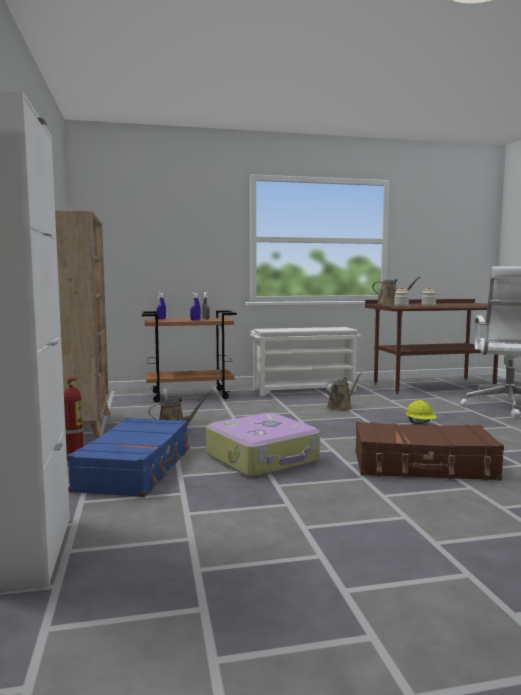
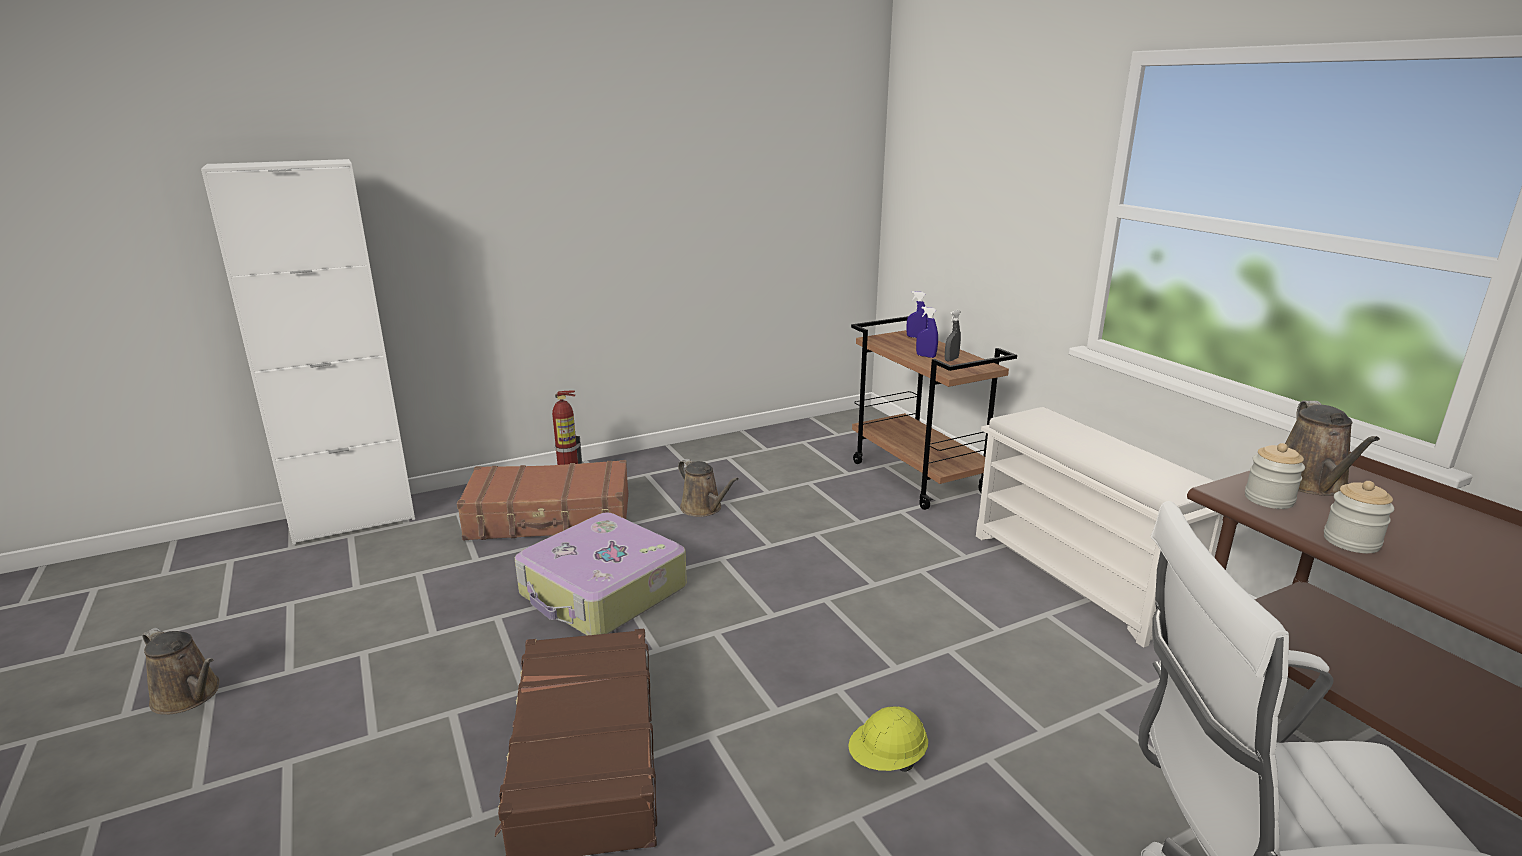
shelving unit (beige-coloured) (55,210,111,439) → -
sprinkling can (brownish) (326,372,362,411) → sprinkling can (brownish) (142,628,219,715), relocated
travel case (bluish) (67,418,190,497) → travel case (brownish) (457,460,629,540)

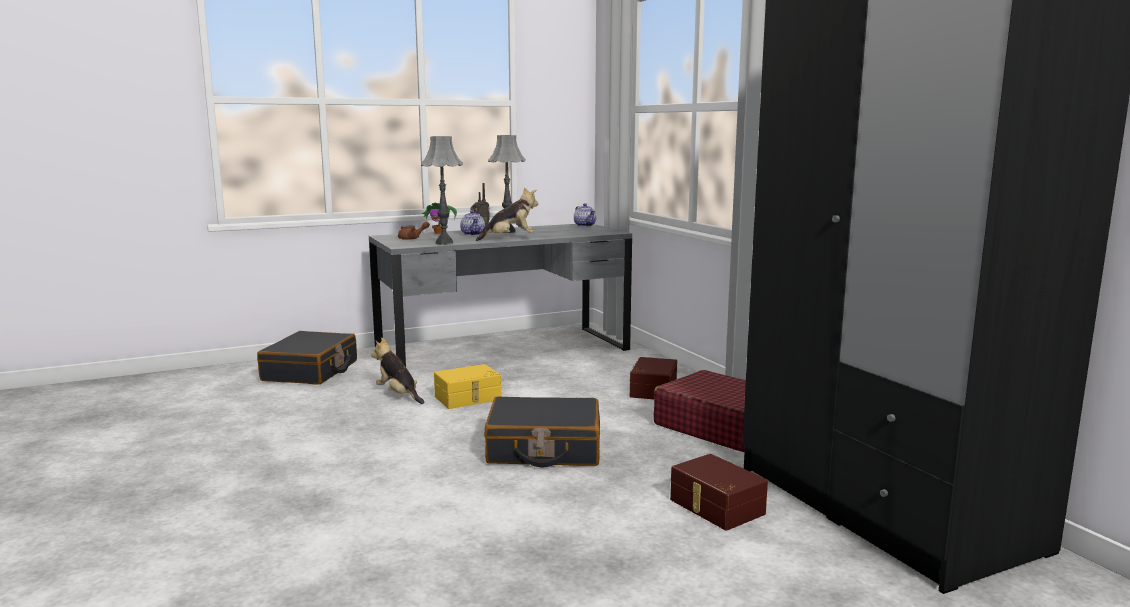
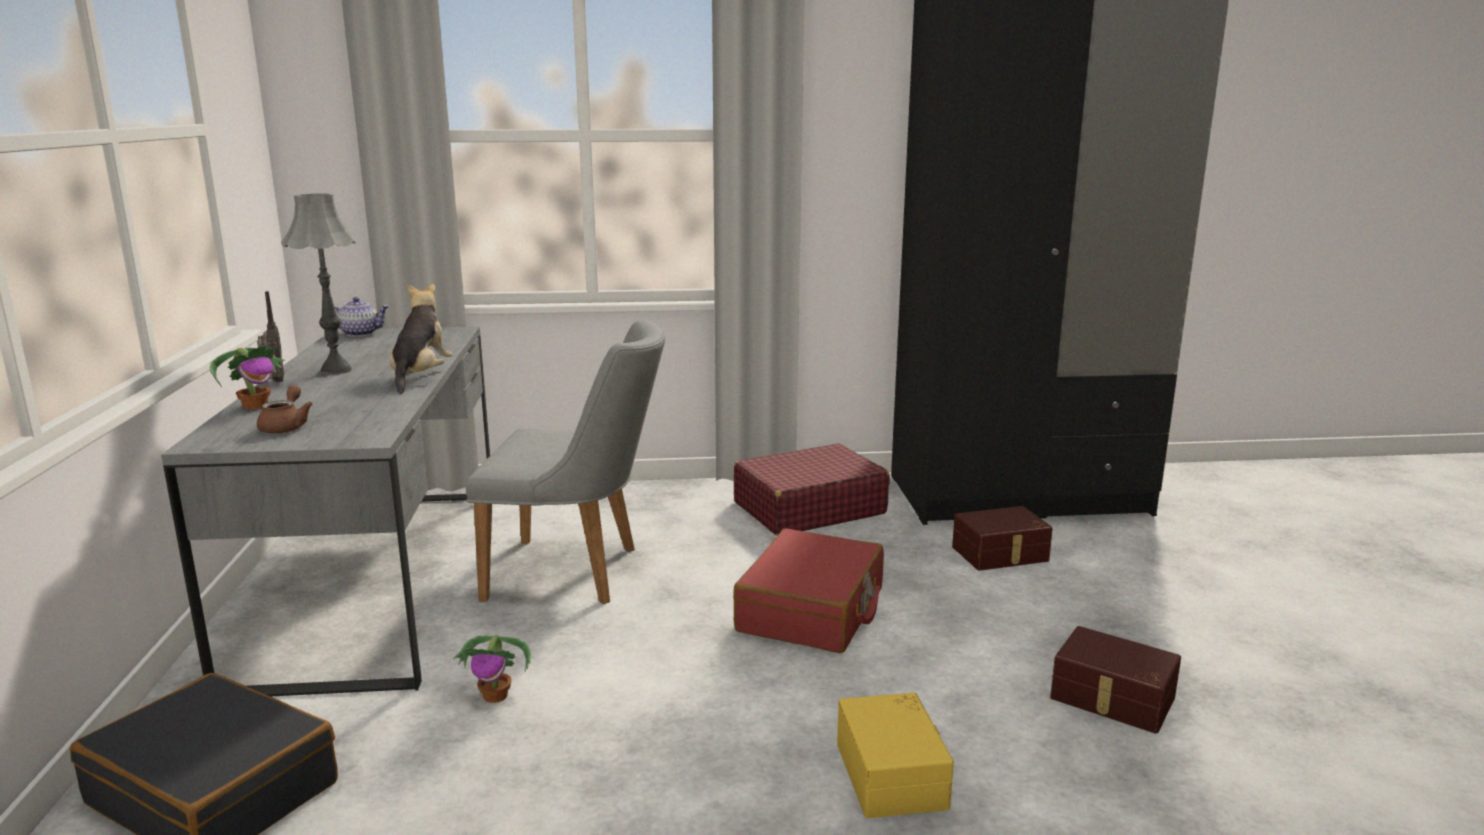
table lamp (gray) (421,136,463,245) → -
tea pot (460,210,485,236) → -
- → chair (gray) (466,320,665,604)
storage box (yellowish) (434,364,501,409) → storage box (yellowish) (837,693,954,818), relocated
storage box (brownish) (630,357,677,399) → storage box (brownish) (1050,626,1181,734), relocated
soft toy (371,338,424,404) → potted plant (453,635,531,703)
travel case (black) (484,396,600,467) → travel case (red) (733,529,884,653)

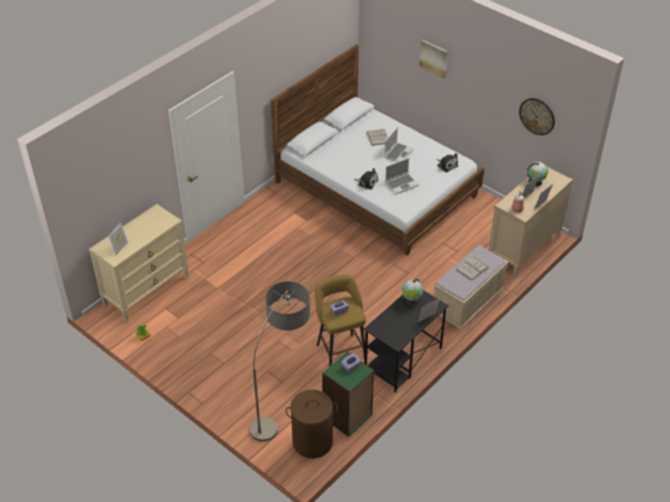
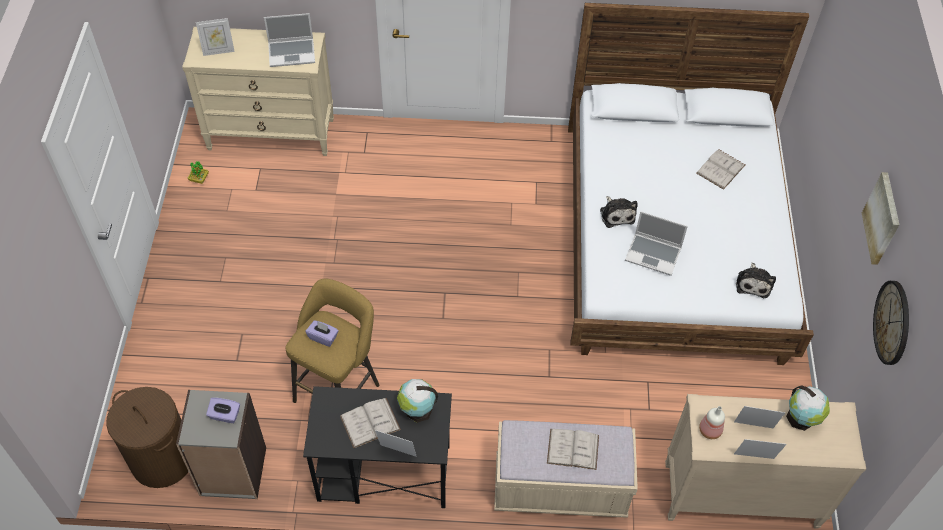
standard lamp (250,281,310,442) → -
- → book (whitish) (340,398,401,448)
laptop (384,127,414,162) → laptop (264,13,315,67), relocated
picture (419,40,448,79) → picture (862,172,899,265), relocated
shelving unit (greenish) (322,351,374,437) → shelving unit (gray) (176,390,266,499)

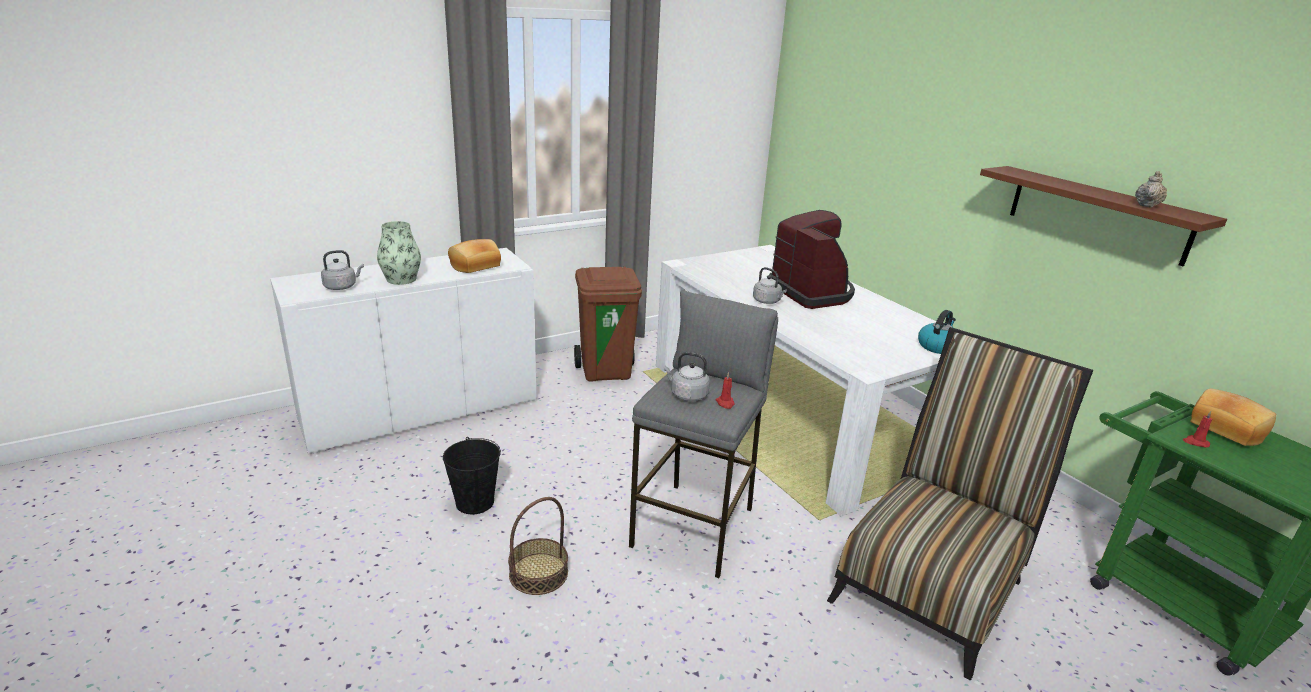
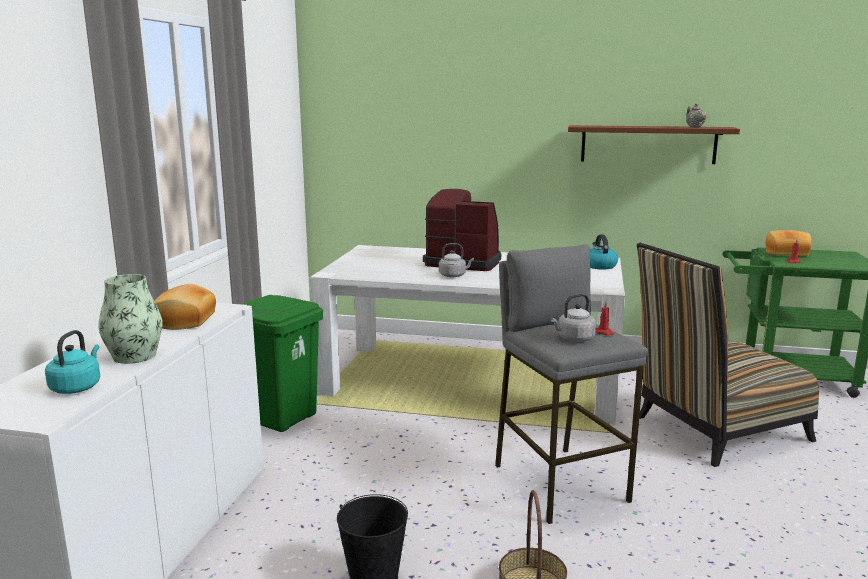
kettle (gray) (321,250,364,290) → kettle (turquoise-coloured) (45,330,100,394)
rubbish bin (brownish) (574,267,642,382) → rubbish bin (greenish) (242,295,323,432)
chair (827,327,1093,680) → chair (637,243,819,467), 105 degrees counterclockwise

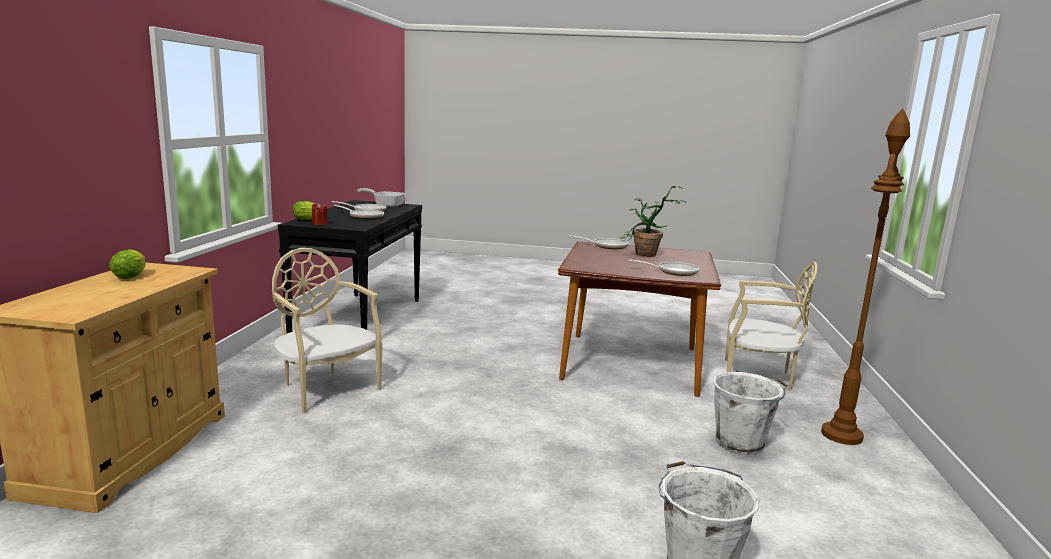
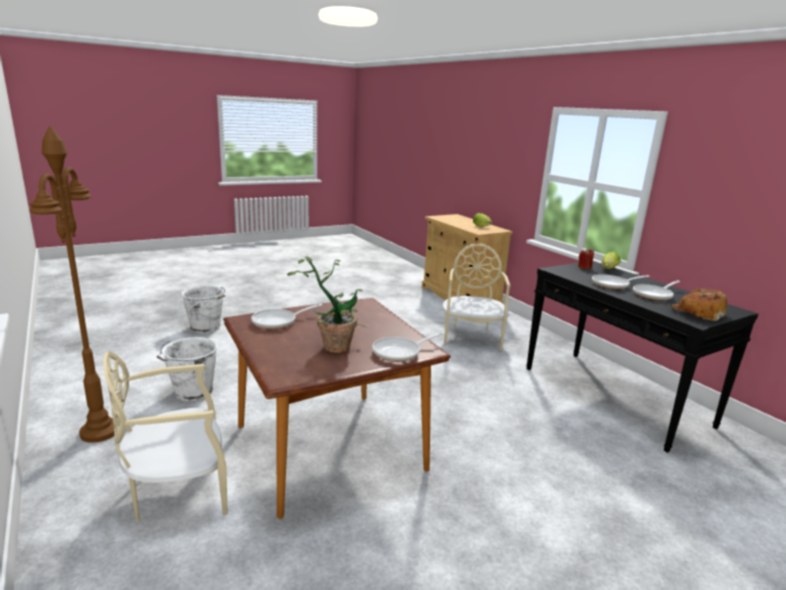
frying pan (357,188,406,207) → baked bread (670,288,727,321)
chair (beige-coloured) (272,248,383,413) → chair (beige-coloured) (442,243,510,351), 90 degrees counterclockwise

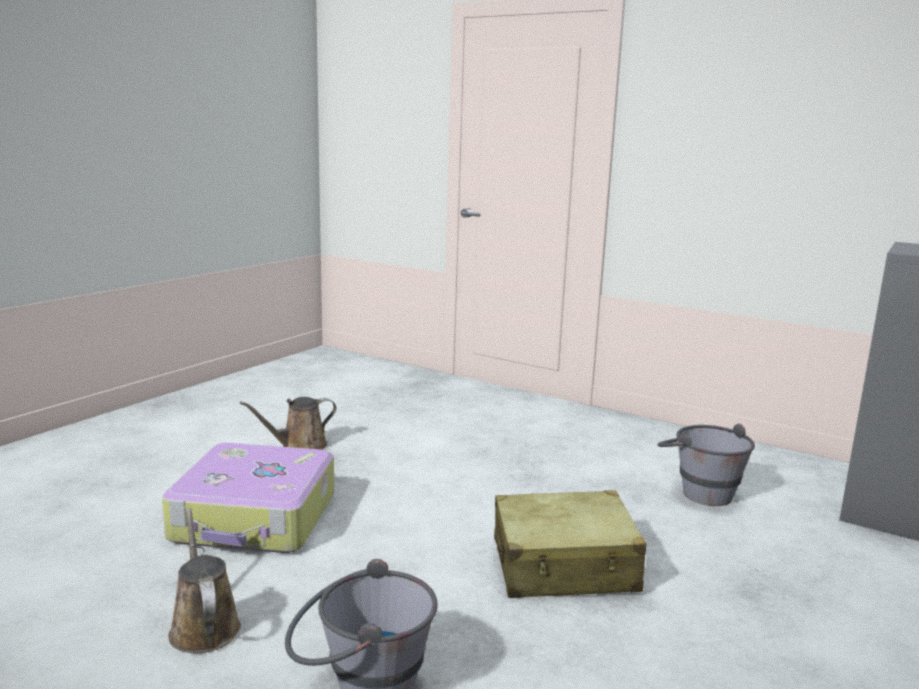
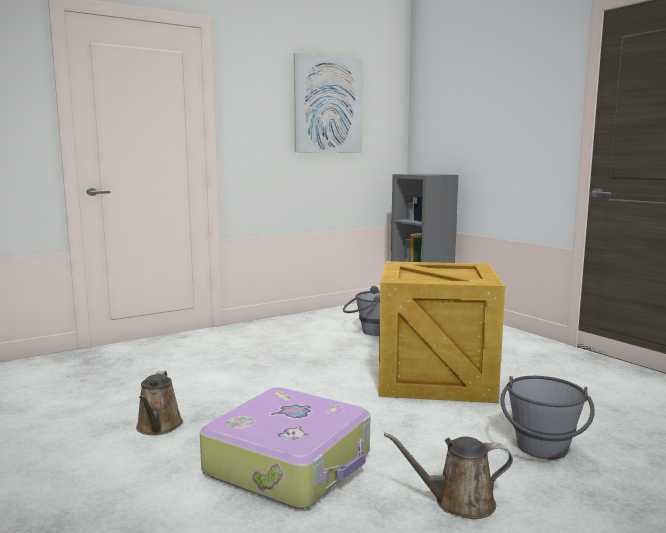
- → picture (294,53,363,153)
travel case (beige-coloured) (494,490,646,598) → packing crate (378,261,505,403)

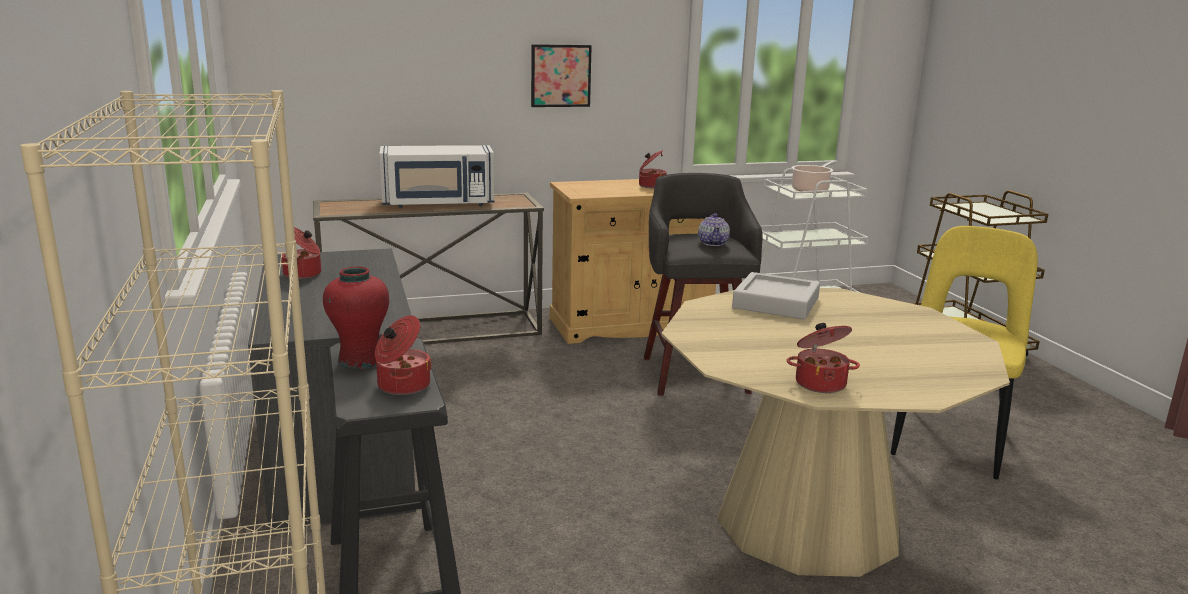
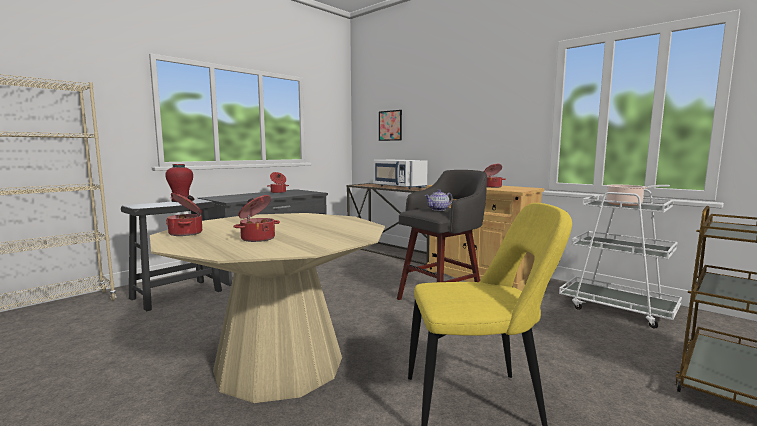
serving tray (gray) (732,272,820,319) → -
saucepot (375,315,432,395) → saucepot (233,195,280,242), relocated
picture (531,44,592,107) → picture (379,110,402,141), relocated

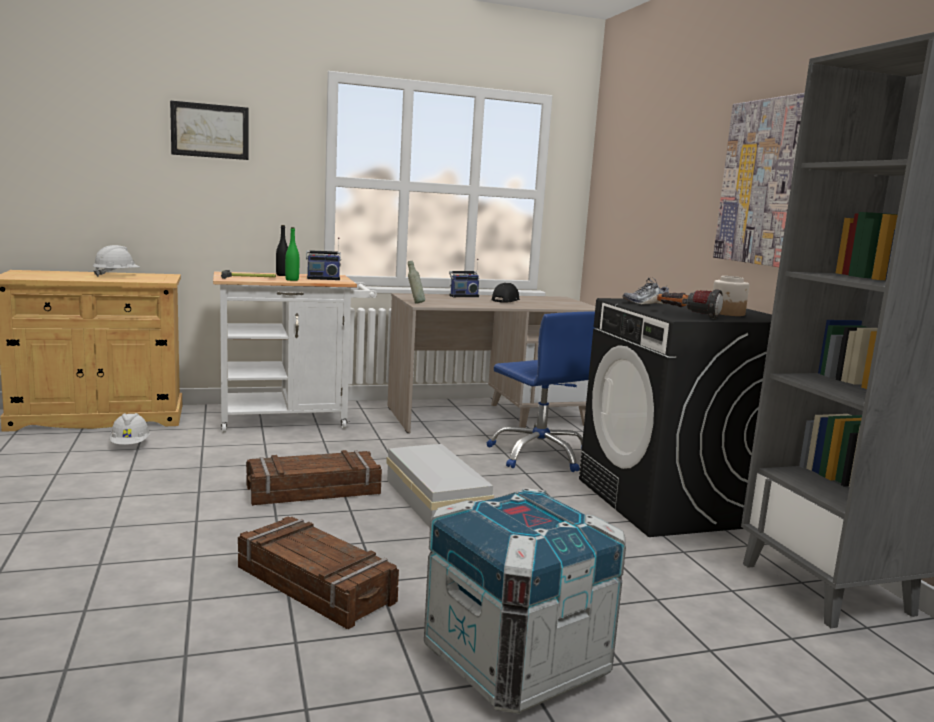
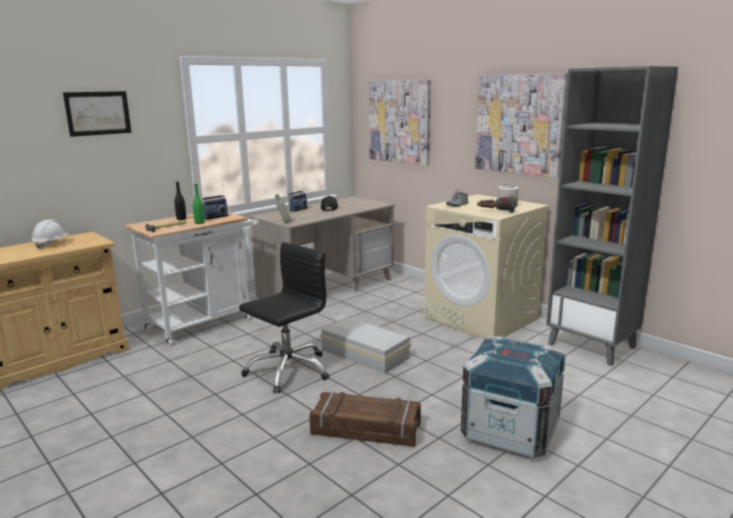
work helmet (whitish) (110,413,150,445) → -
desk chair (bluish) (487,311,595,472) → -
- → picture (369,80,431,166)
packing crate (246,450,382,506) → desk chair (black) (239,242,329,393)
laundry appliance (black) (579,298,772,537) → laundry appliance (beige-coloured) (424,194,550,339)

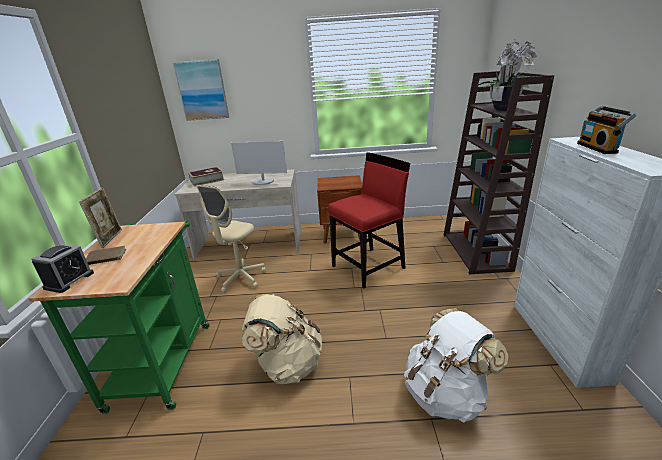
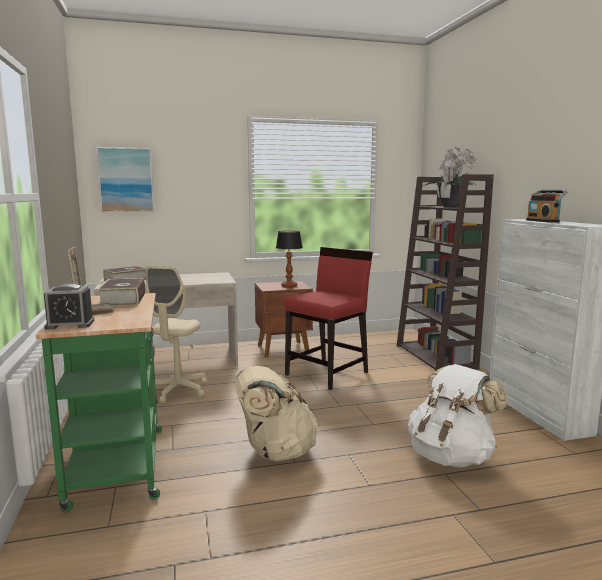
computer screen (231,141,287,185) → -
- → book (97,278,145,306)
- → table lamp (276,231,303,288)
table clock (32,244,94,293) → table clock (44,284,94,330), 75 degrees clockwise

